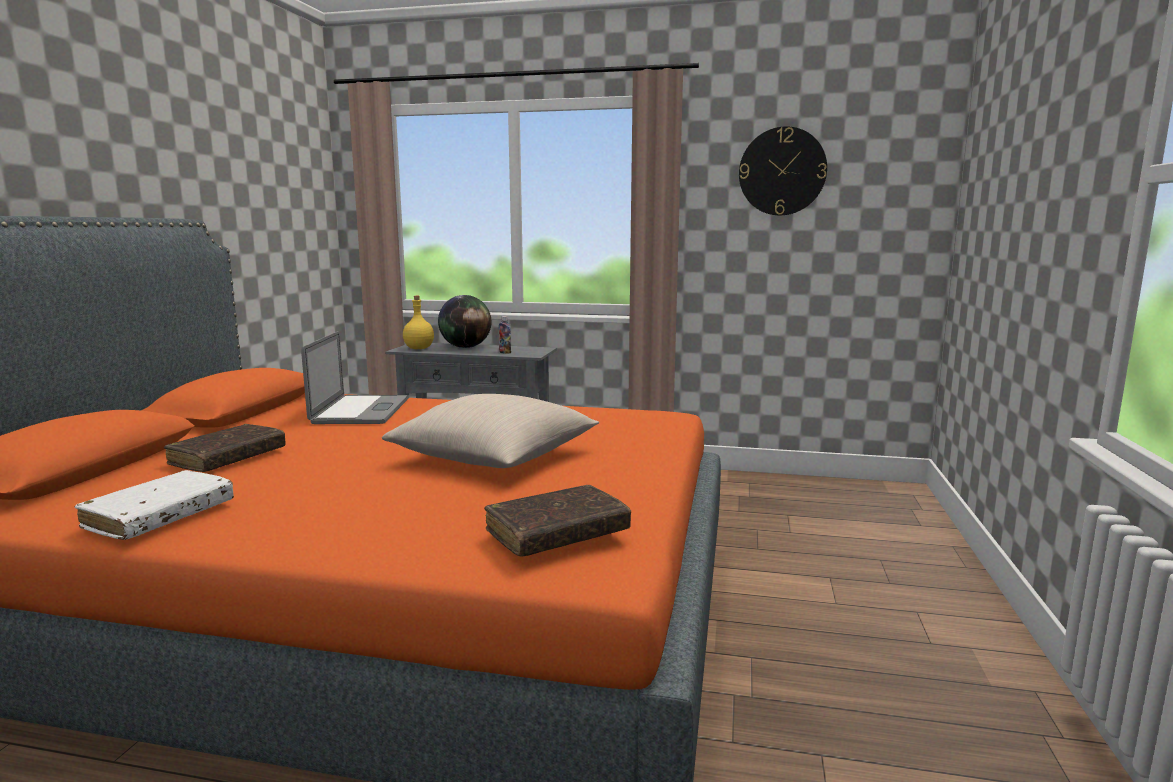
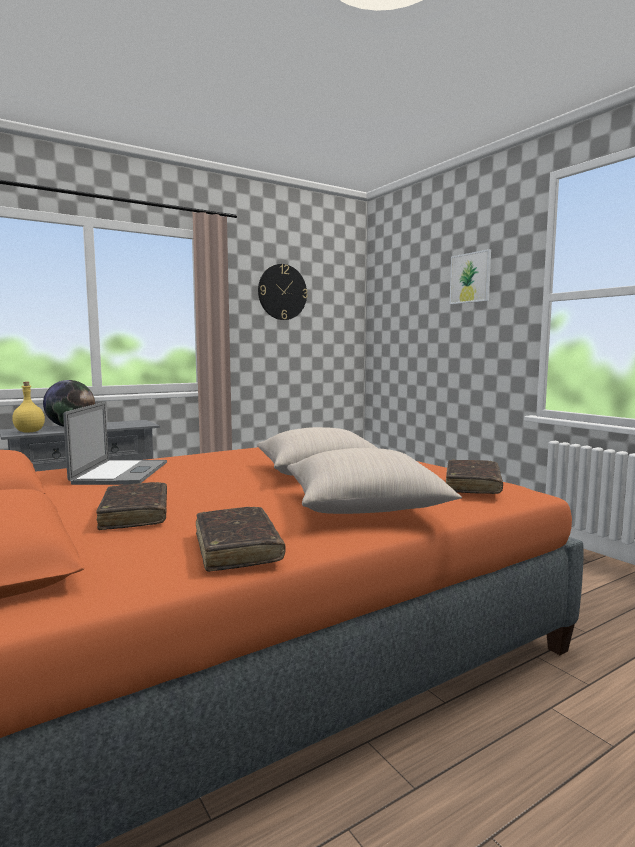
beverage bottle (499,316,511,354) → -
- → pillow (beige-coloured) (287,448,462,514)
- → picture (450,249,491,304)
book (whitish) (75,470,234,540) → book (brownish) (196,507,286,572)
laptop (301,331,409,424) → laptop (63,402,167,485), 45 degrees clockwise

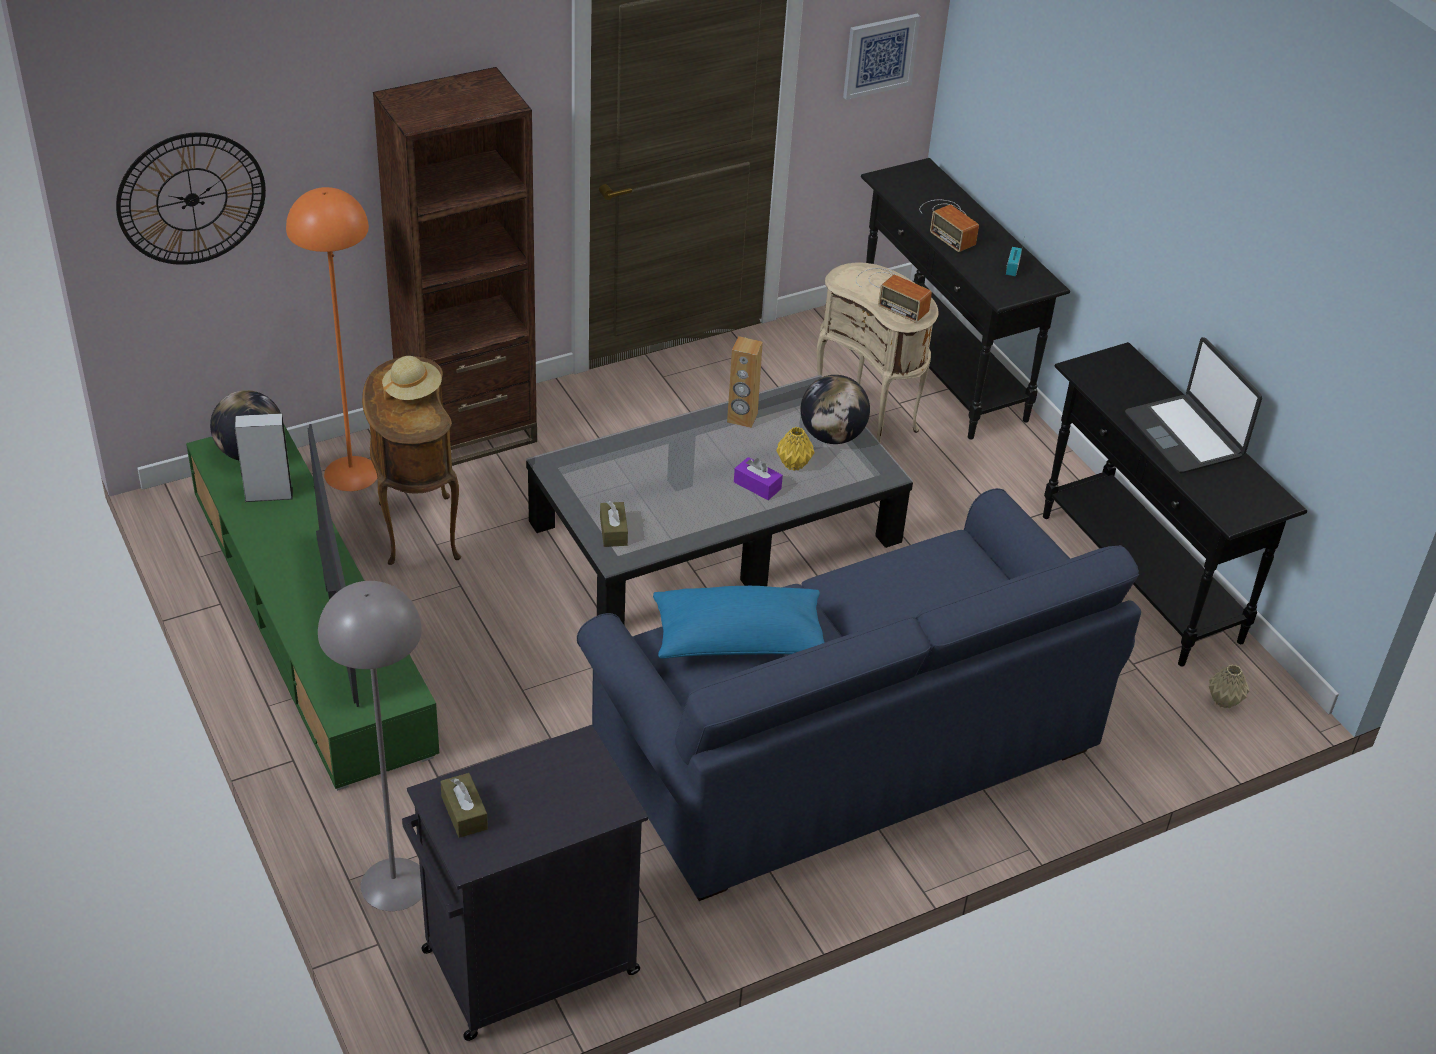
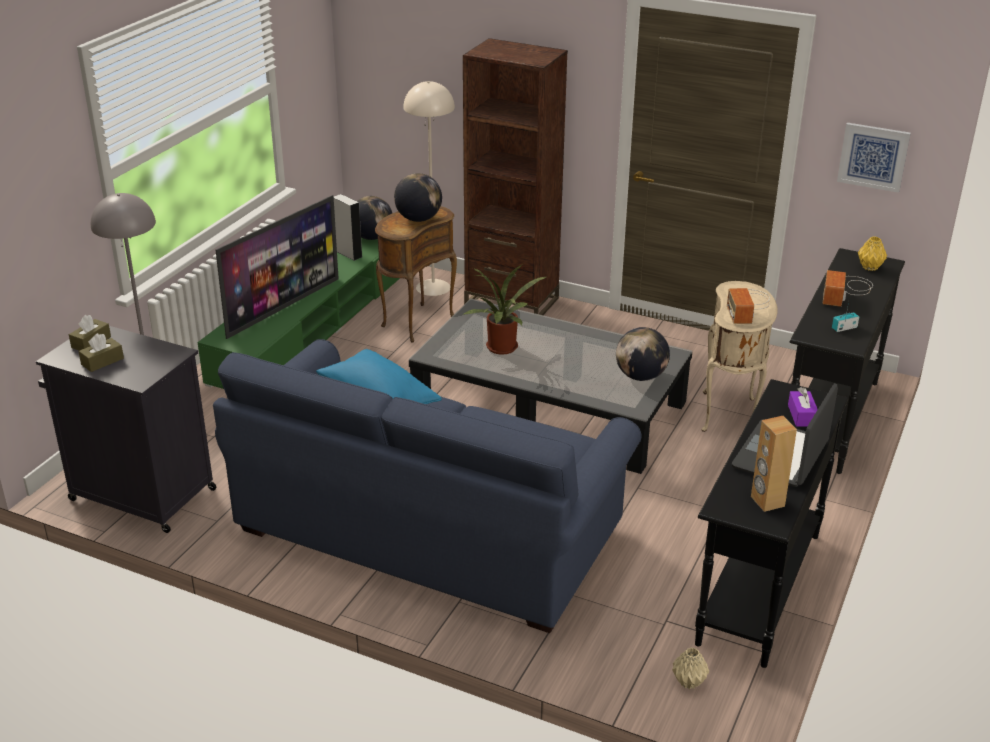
clock on the wall (116,132,266,265) → -
- → potted plant (464,265,546,355)
tissue box (brownish) (600,501,628,547) → tissue box (brownish) (78,333,124,372), relocated
loudspeaker (brownish) (727,336,763,428) → loudspeaker (brownish) (751,416,797,512), relocated
tissue box (purple) (734,457,783,500) → tissue box (purple) (788,387,818,427), relocated
vase (yellowish) (776,427,815,471) → vase (yellowish) (858,237,887,271), relocated
clothing hat (beige-coloured) (382,356,442,400) → world globe (394,173,442,222)
standard lamp (orangey) (286,187,377,491) → standard lamp (beige-coloured) (403,81,455,296)

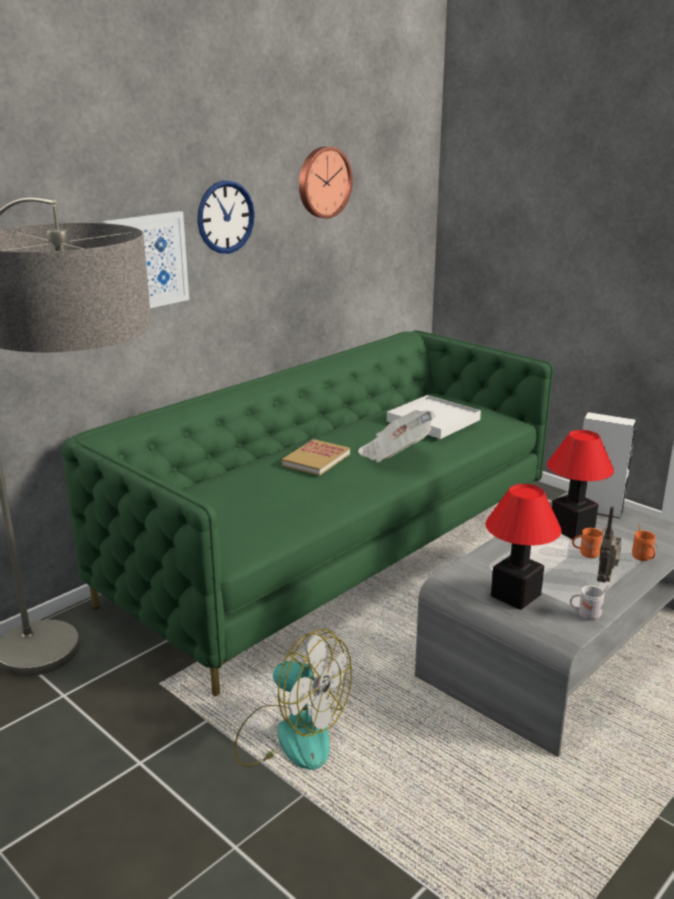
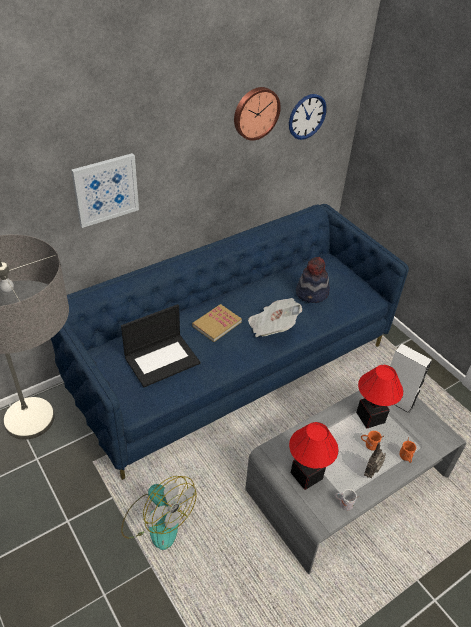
- → laptop (121,304,200,387)
clock on the wall (197,180,255,254) → clock on the wall (289,94,327,140), relocated
serving tray (whitish) (387,395,481,439) → clothing hat (296,257,330,303)
couch (greenish) (61,330,553,696) → couch (bluish) (51,204,409,480)

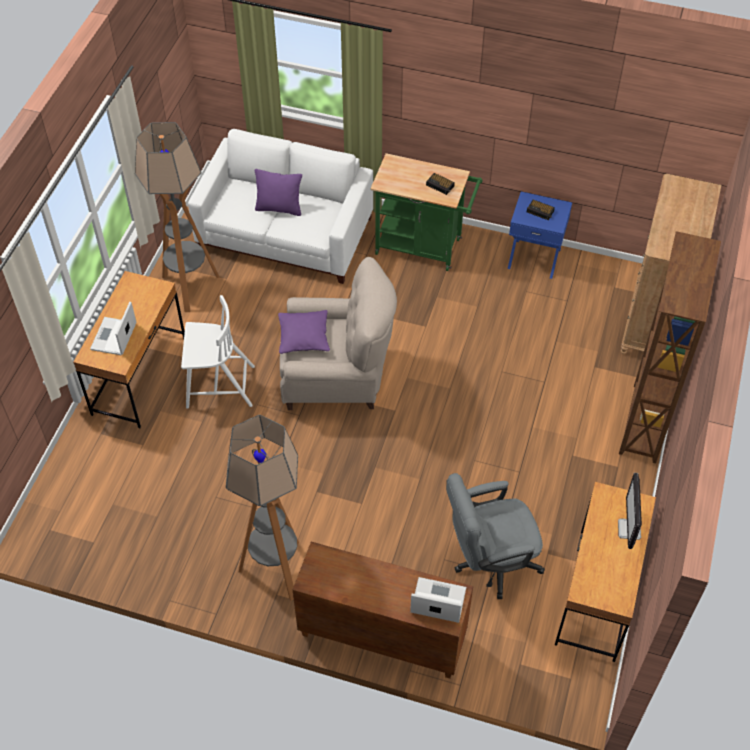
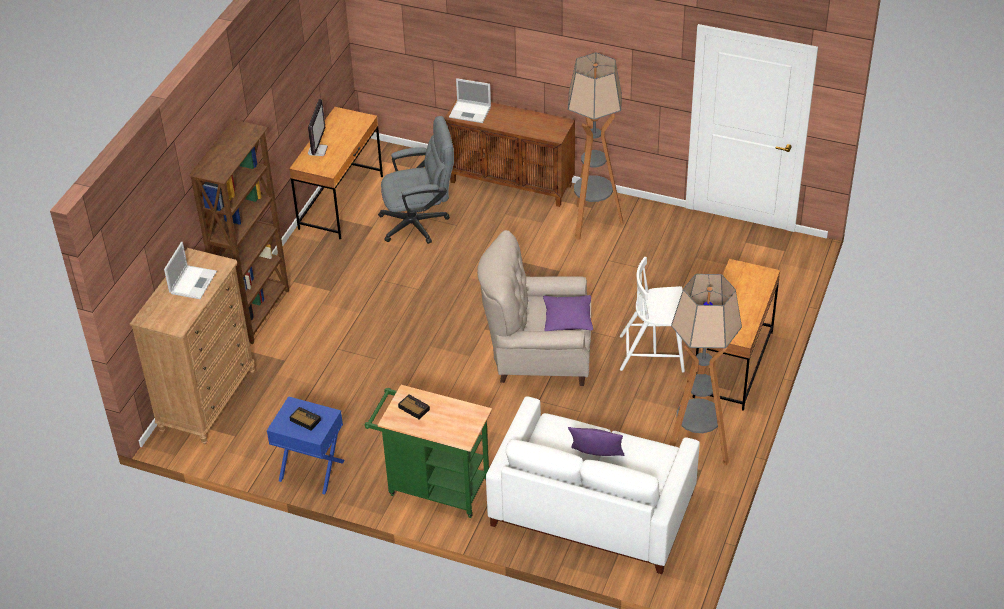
laptop (90,302,137,355) → laptop (164,242,217,299), relocated

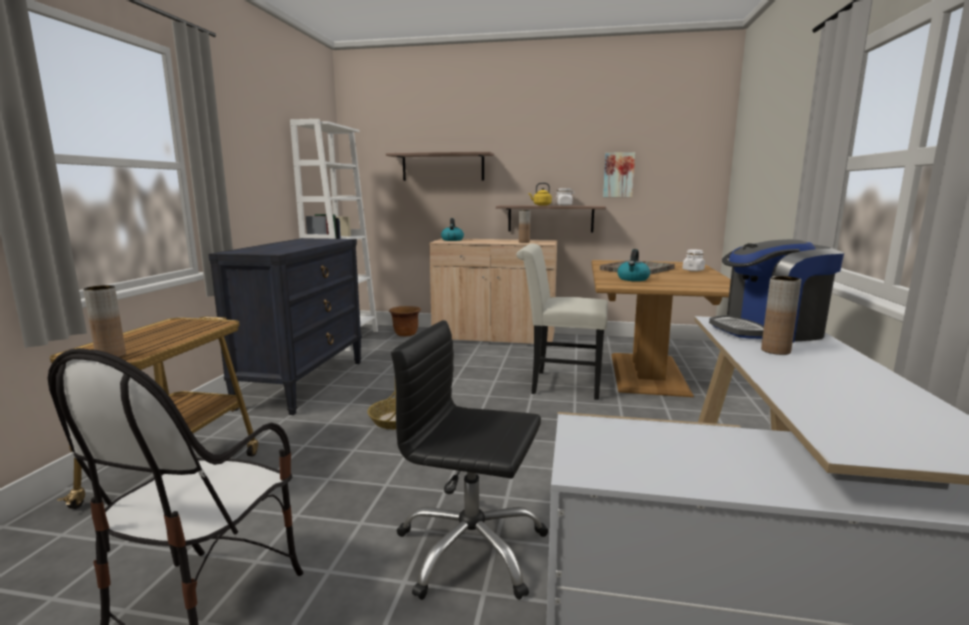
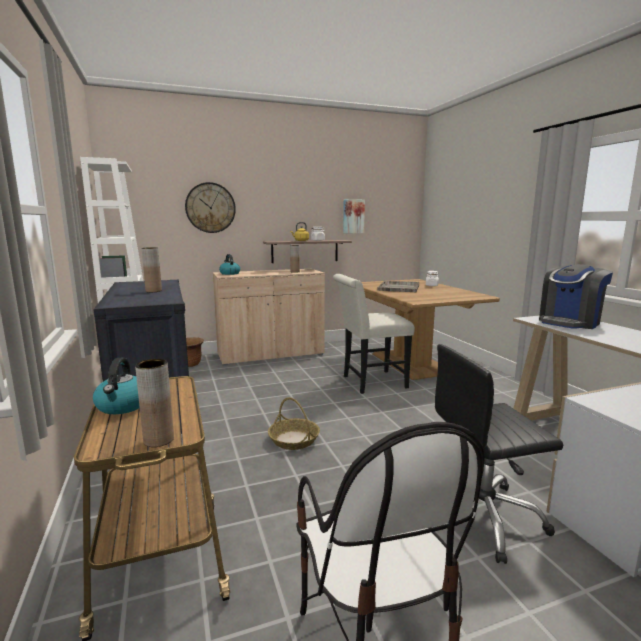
kettle (617,249,650,281) → kettle (93,358,140,414), relocated
vase (brownish) (761,276,801,355) → vase (brownish) (142,247,162,292), relocated
shelf (386,152,494,181) → clock on the wall (185,182,236,233)

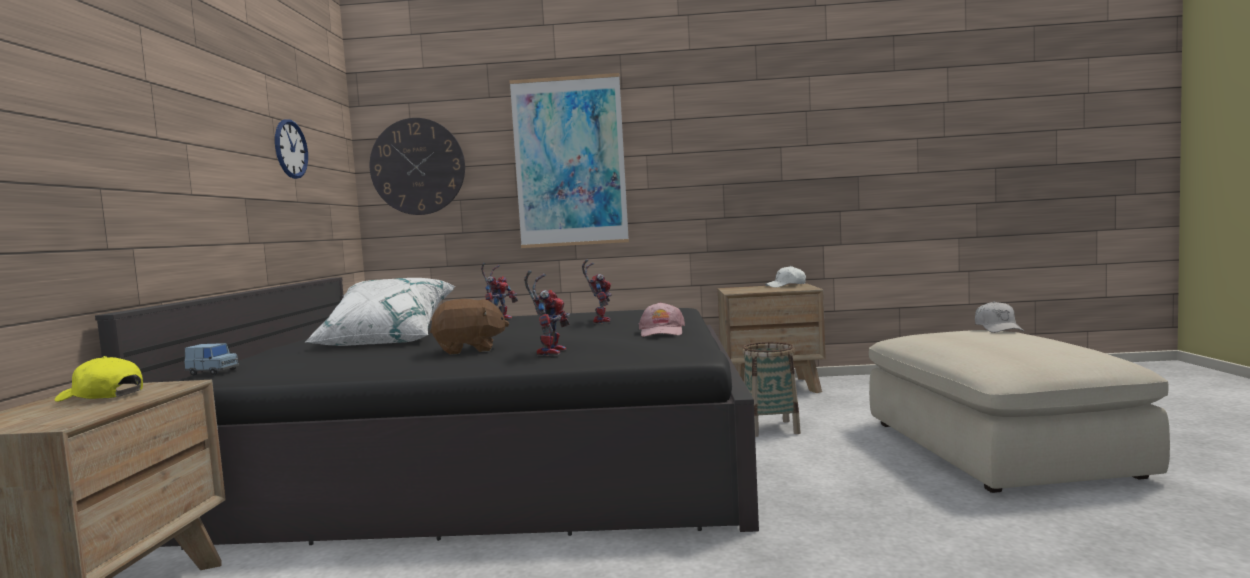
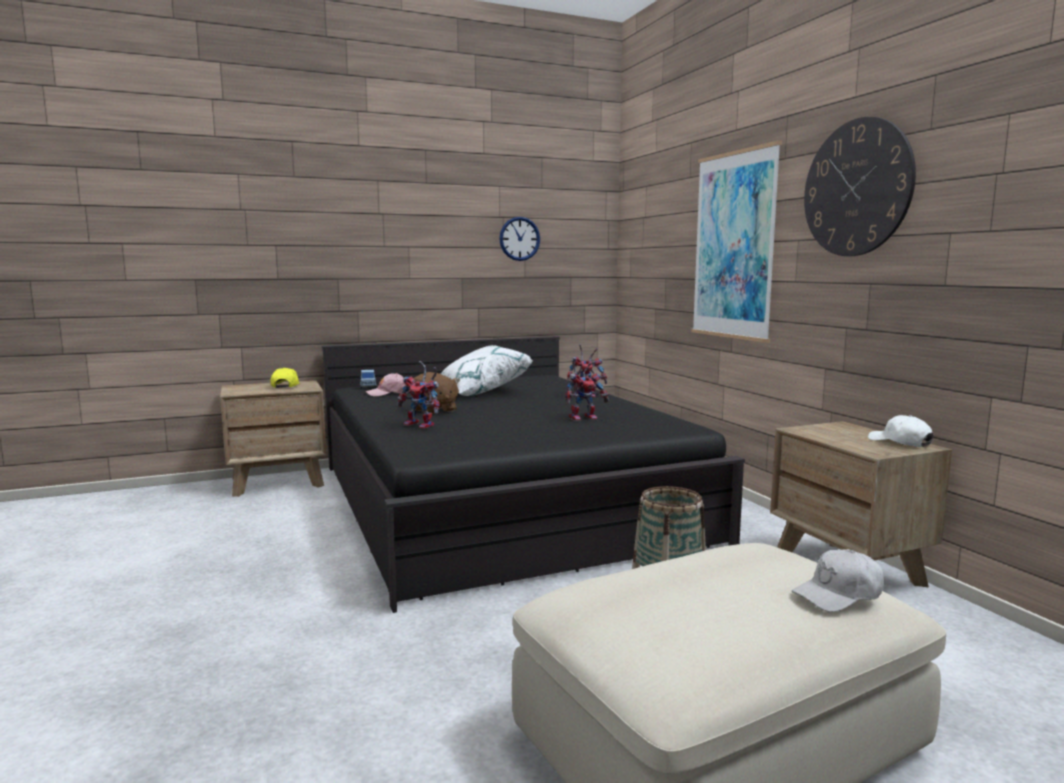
clock on the wall (370,118,465,215) → clock on the wall (804,117,916,256), relocated
baseball cap (pinkish) (639,302,685,337) → baseball cap (pinkish) (366,373,410,397), relocated
model robot (524,271,570,355) → model robot (397,361,440,429), 45 degrees clockwise

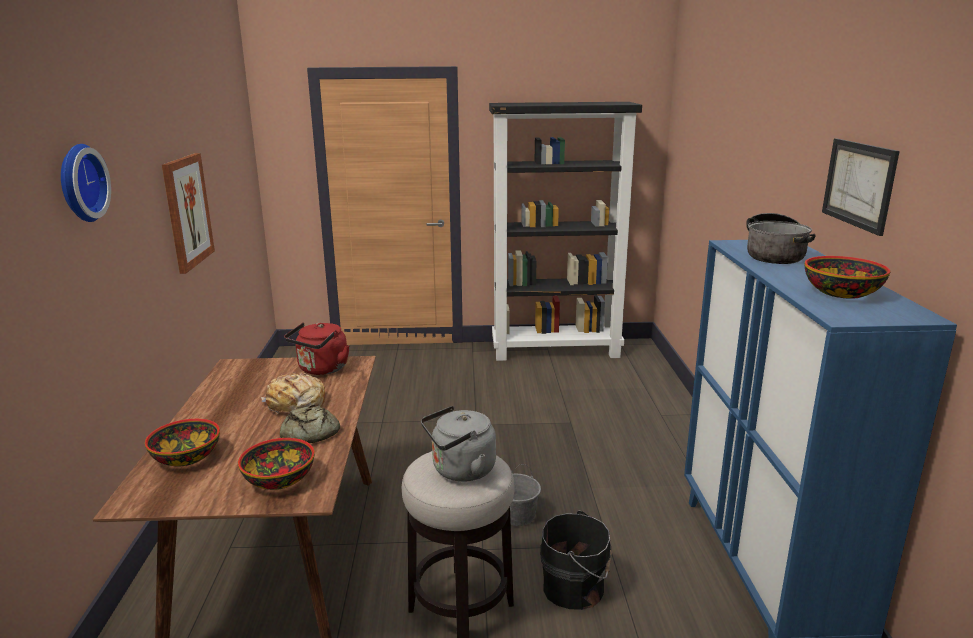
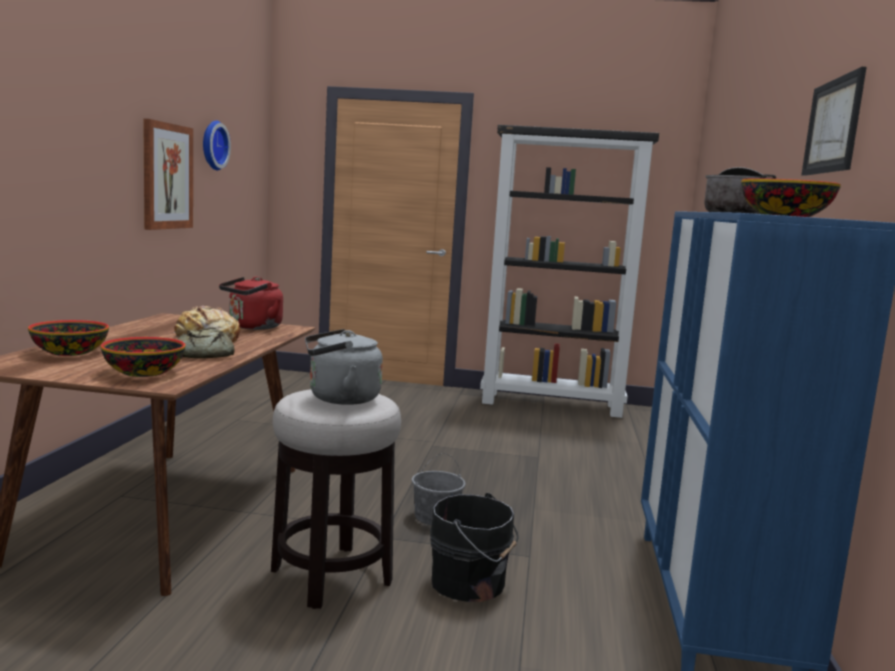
clock on the wall (61,144,111,222) → clock on the wall (203,120,231,170), relocated

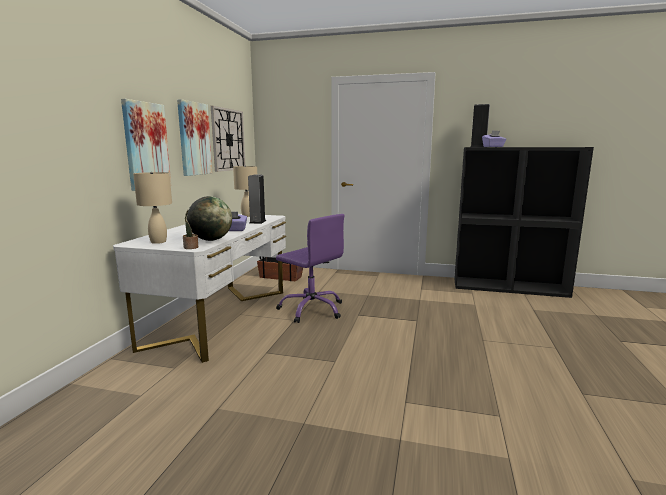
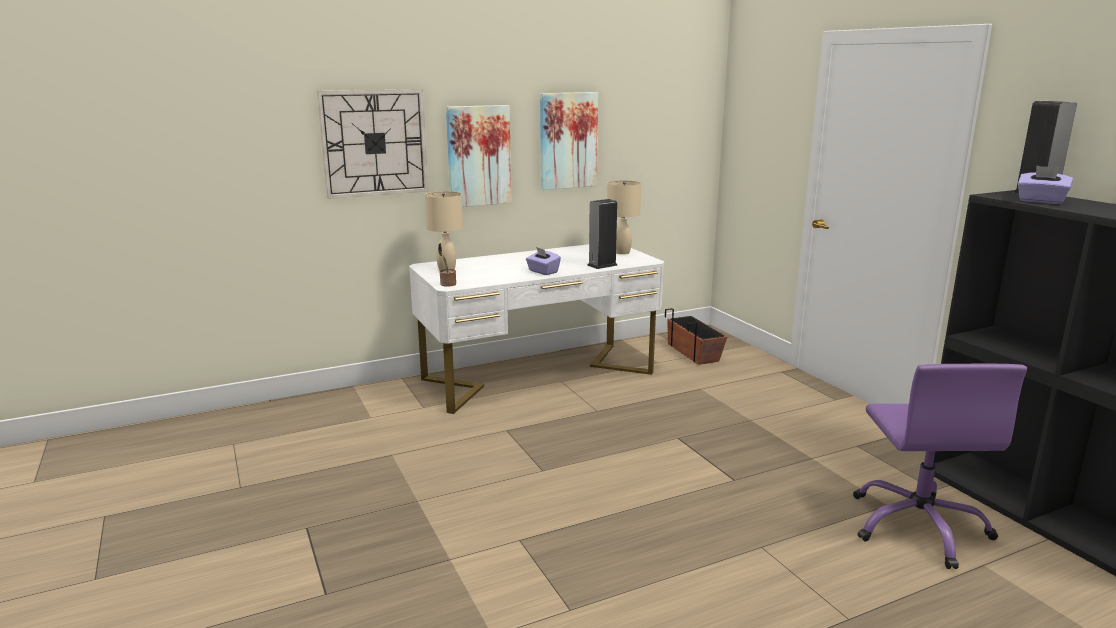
world globe (187,196,232,241) → -
clock on the wall (211,106,246,172) → clock on the wall (317,89,428,199), relocated
desk chair (purple) (276,214,345,323) → desk chair (purple) (853,364,1027,569), relocated

